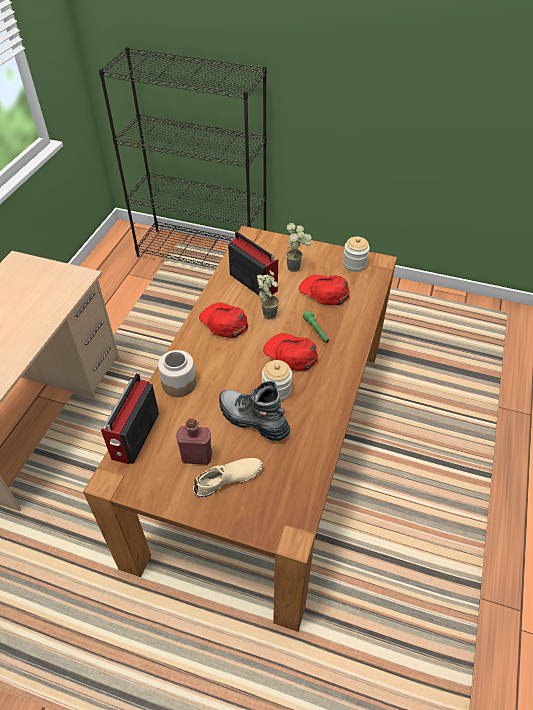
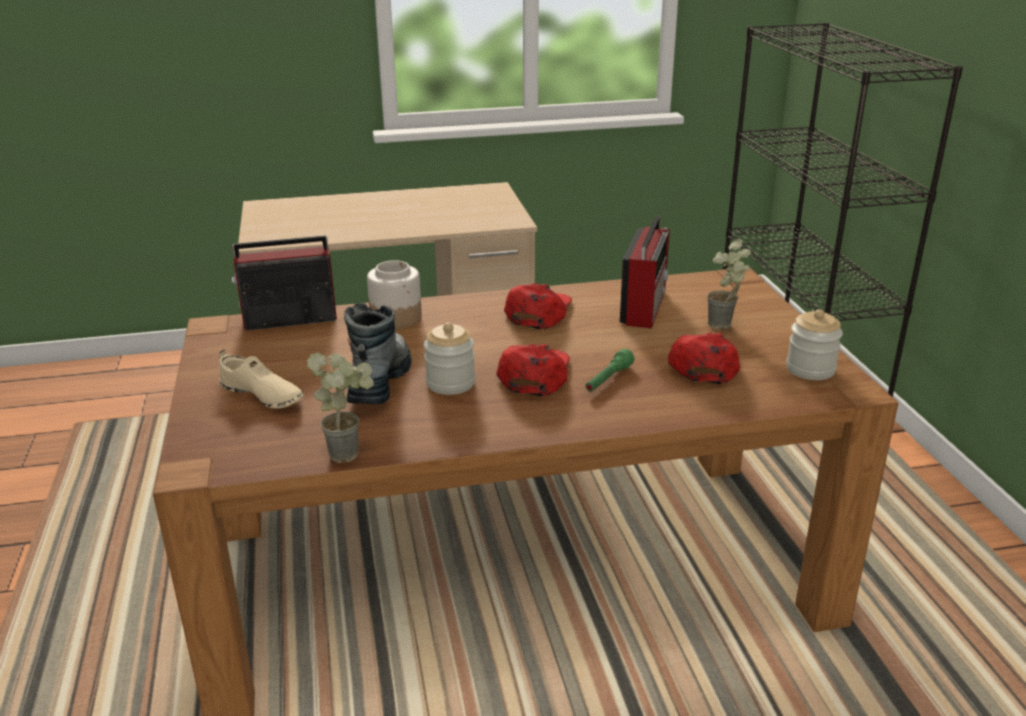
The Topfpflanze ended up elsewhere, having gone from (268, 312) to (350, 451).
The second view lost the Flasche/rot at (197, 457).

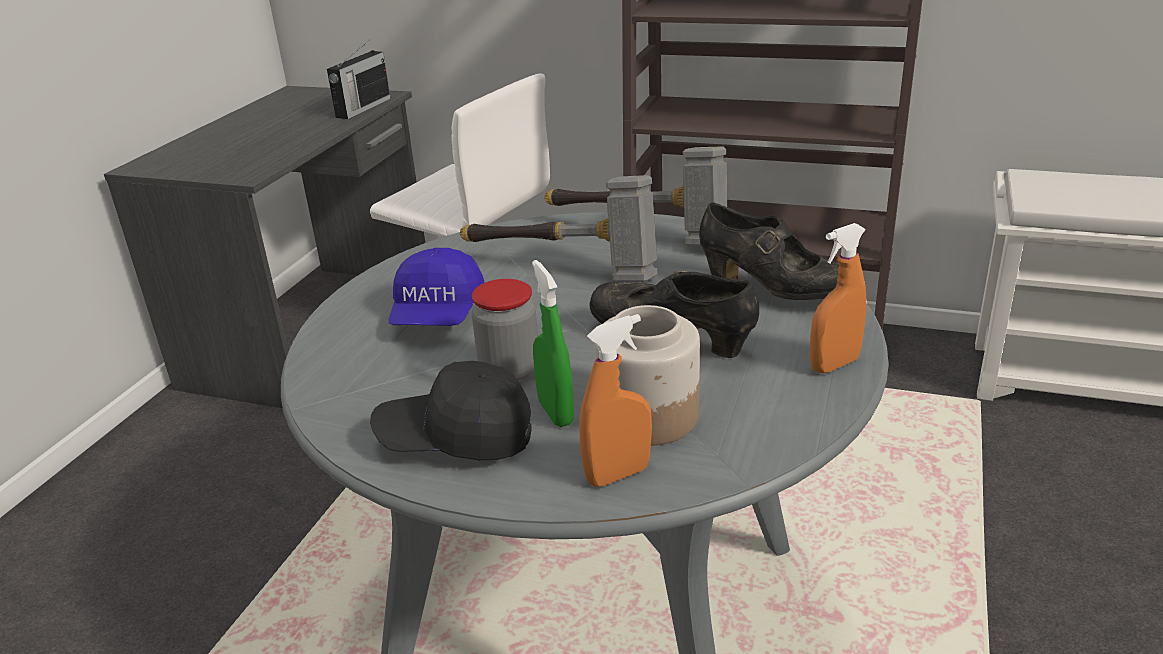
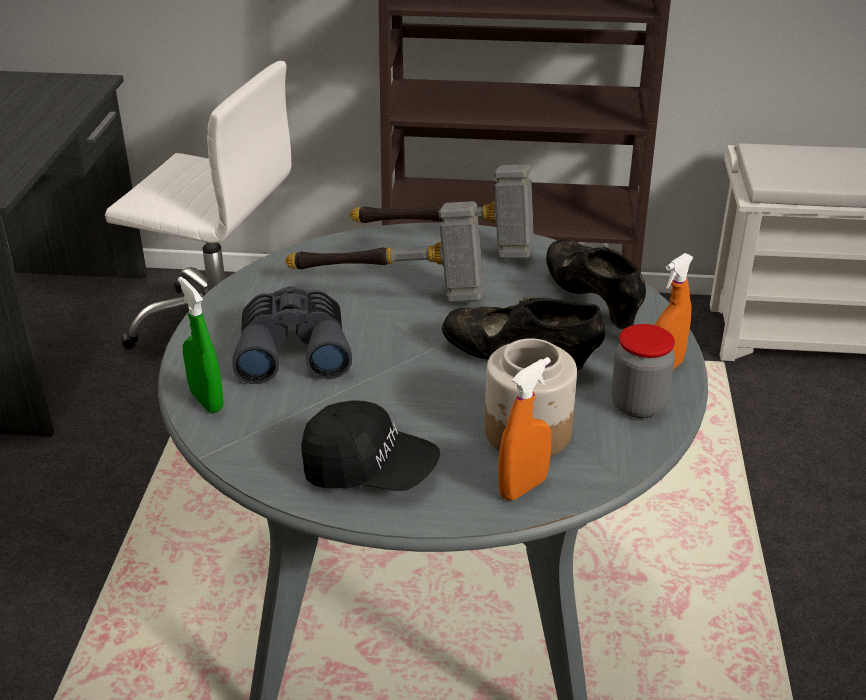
The second view lost the Radio at (362, 108).
The Schuh/schwarz at (774, 292) ended up facing another way, 135 degrees counterclockwise from before.
Where the Kappe/blau stood at (438, 316), the Fernglas/grau came to stand at (293, 349).
The Sprühflasche/grün ended up elsewhere, having gone from (555, 412) to (206, 401).
The Vorratsglas ended up elsewhere, having gone from (509, 370) to (638, 405).
The Kappe/schwarz at (456, 439) ended up facing another way, 150 degrees counterclockwise from before.

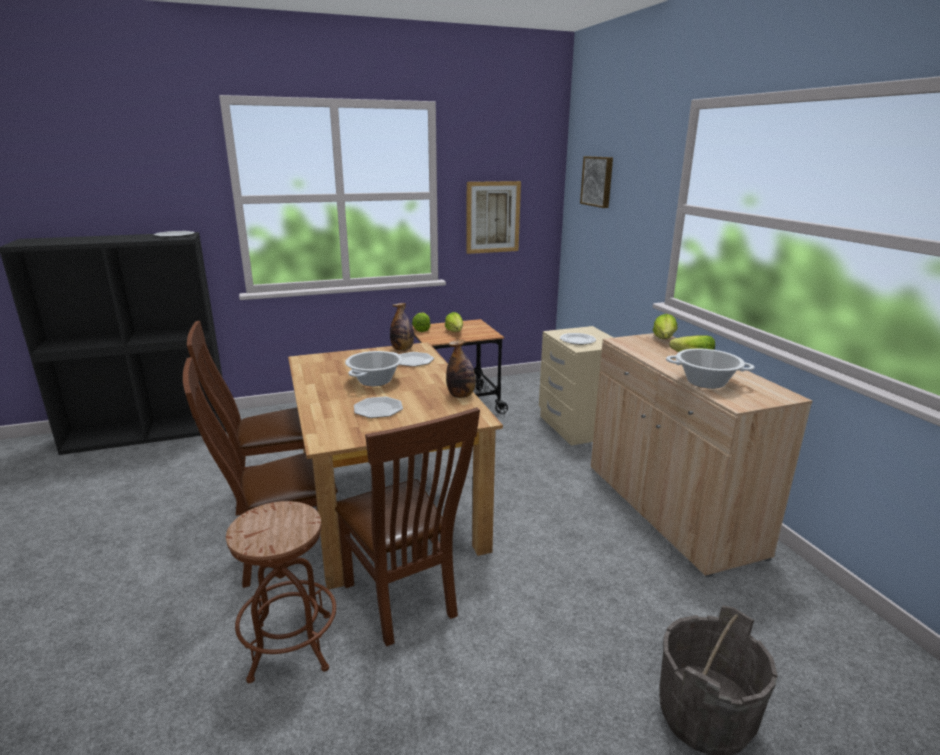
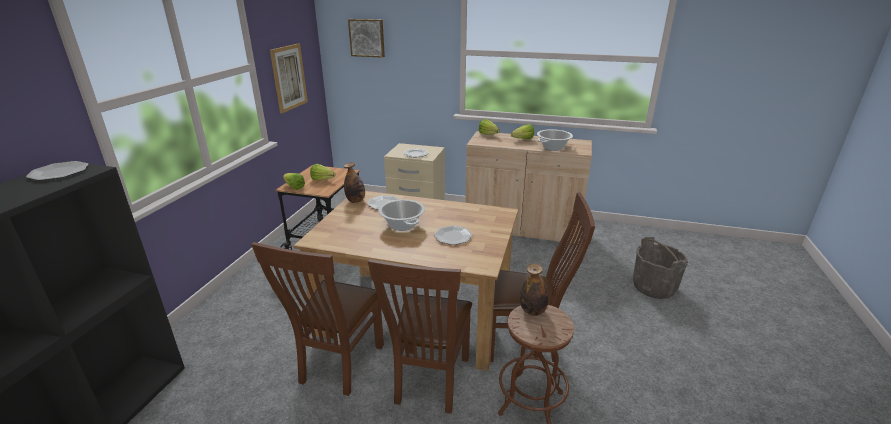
The Flasche ended up elsewhere, having gone from (461, 395) to (532, 311).

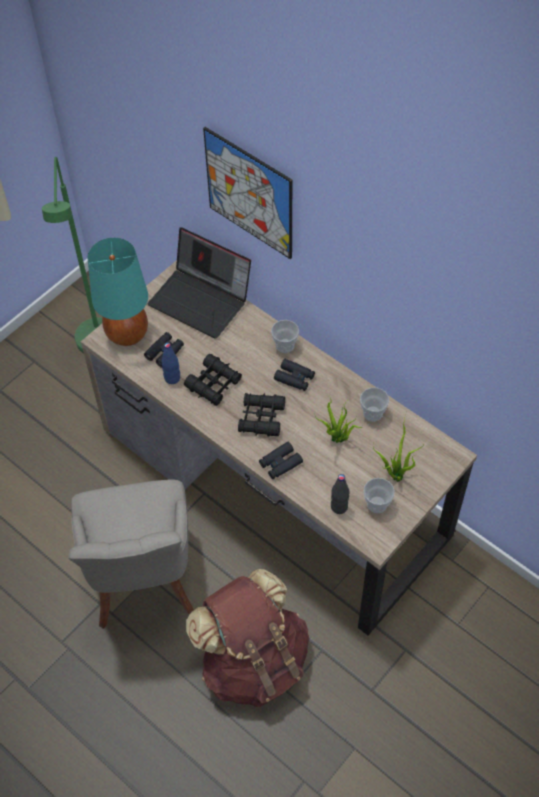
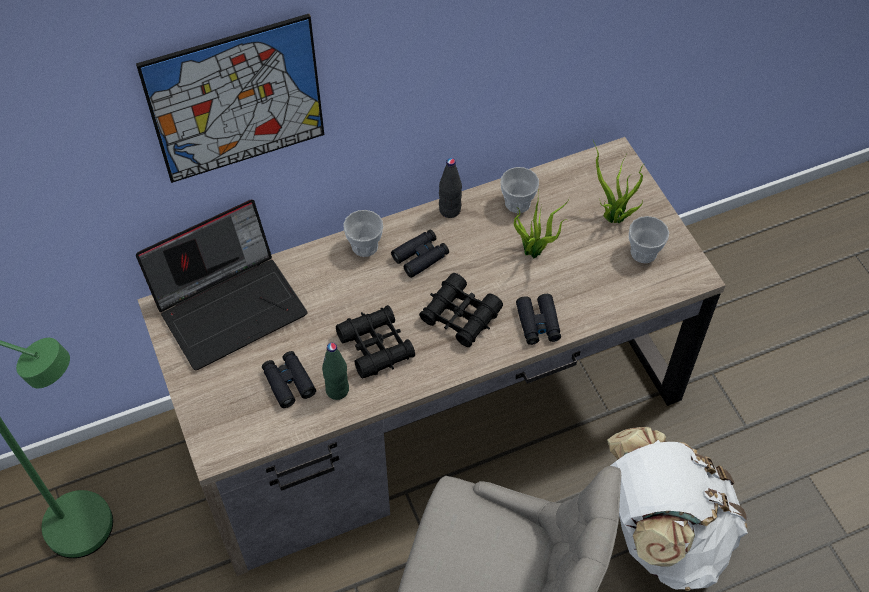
The second view lost the Tischlampe/türkis at (128, 334).
What was the Flasche/blau at (172, 378) turned into the Flasche/grün at (337, 390).
The Flasche/schwarz ended up elsewhere, having gone from (339, 507) to (450, 210).
What was the Rucksack/braun at (253, 661) turned into the Rucksack/weiß at (661, 534).

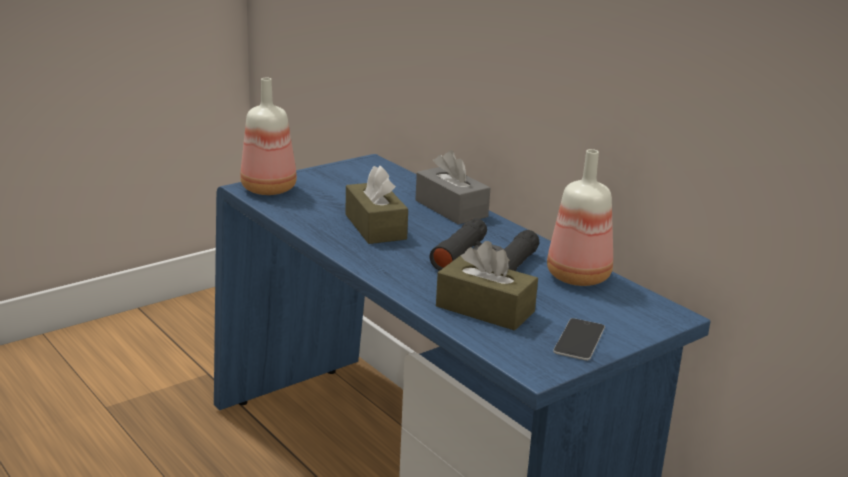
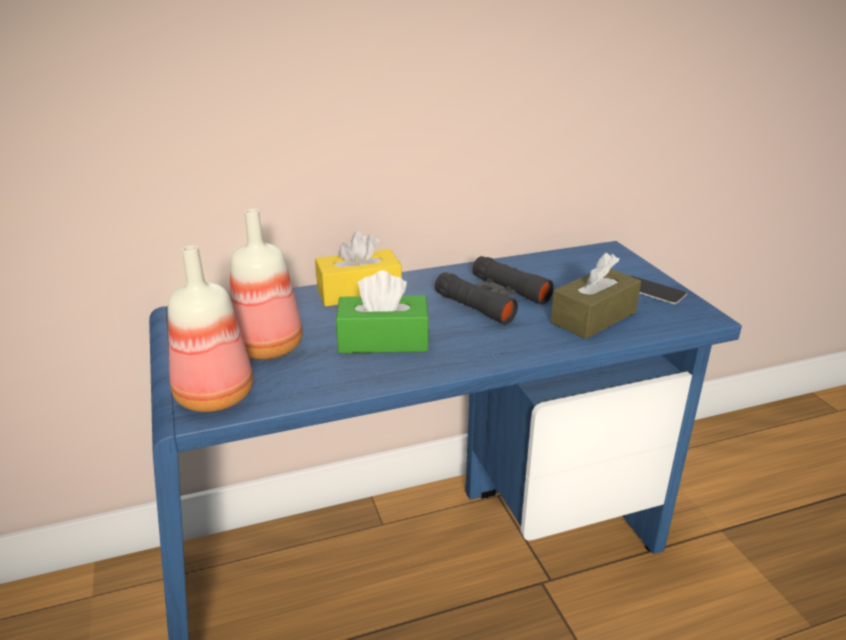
The Flasche ended up elsewhere, having gone from (578, 276) to (266, 347).
What was the Taschentuchbox/grau at (451, 208) turned into the Taschentuchbox/gelb at (359, 292).
What was the Taschentuchbox/braun at (375, 227) turned into the Taschentuchbox/grün at (383, 340).

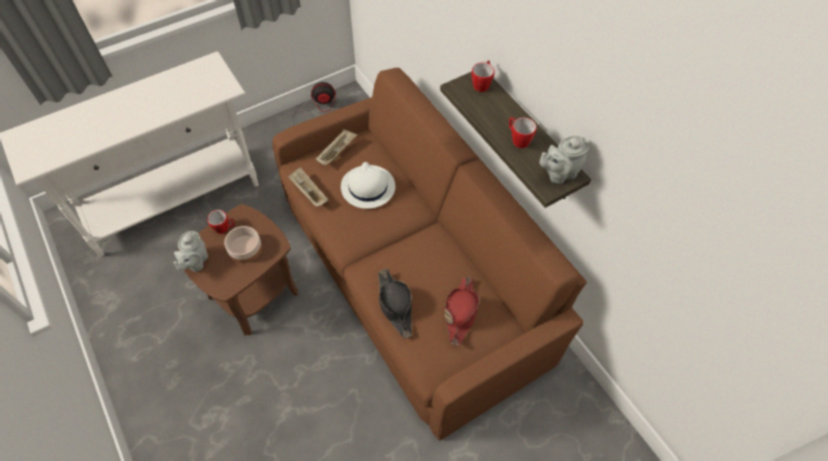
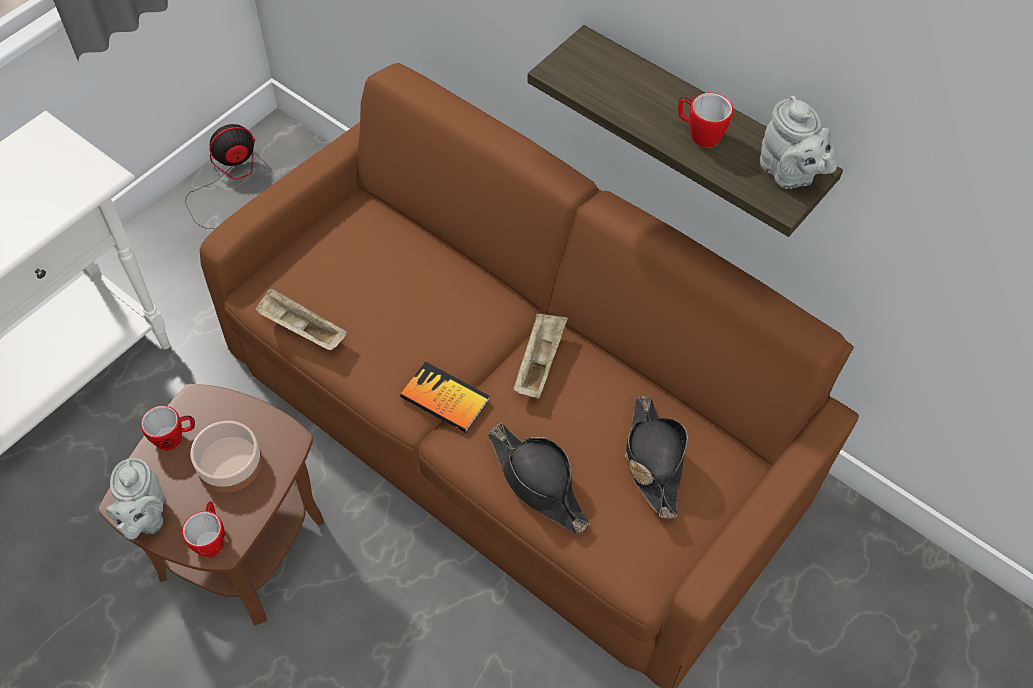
The Henkelbecher ended up elsewhere, having gone from (482, 84) to (211, 538).
The Tablett/beige ended up elsewhere, having gone from (337, 152) to (539, 362).
The Teekanne/grau at (558, 173) ended up facing another way, 75 degrees counterclockwise from before.
The second view lost the Hut/weiß at (367, 187).
What was the Hut/rot at (461, 312) turned into the Hut/schwarz at (653, 460).
The second view gained the Buch at (445, 398).

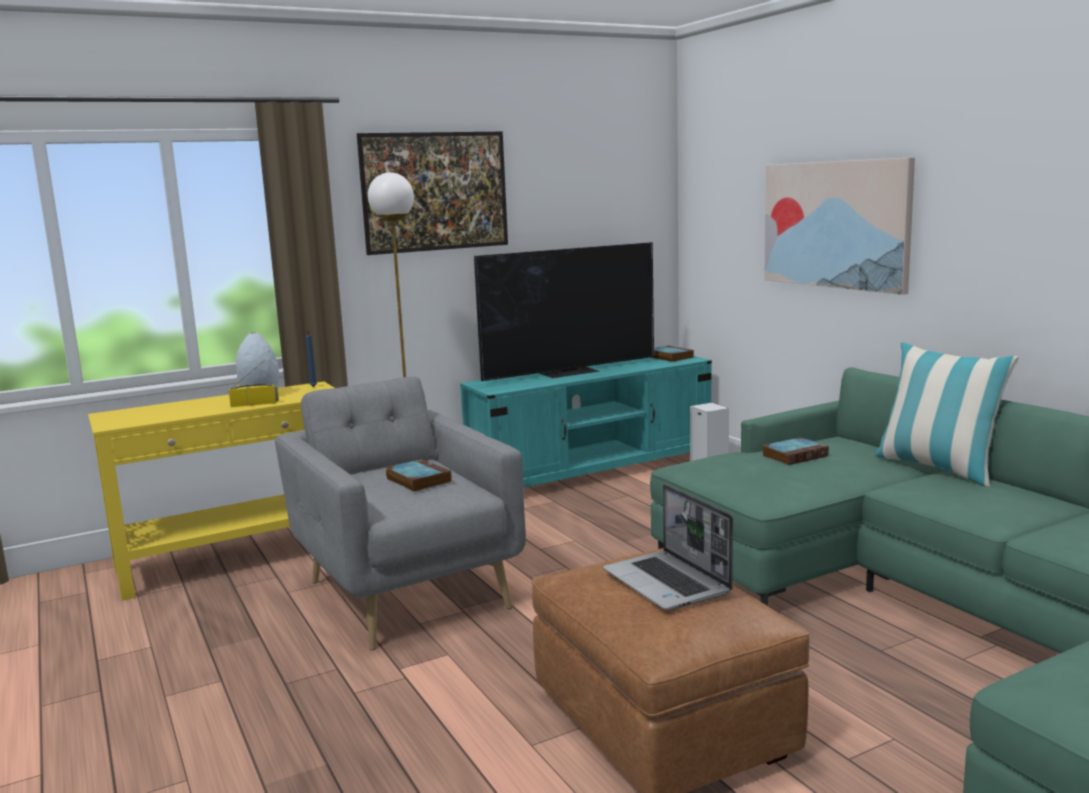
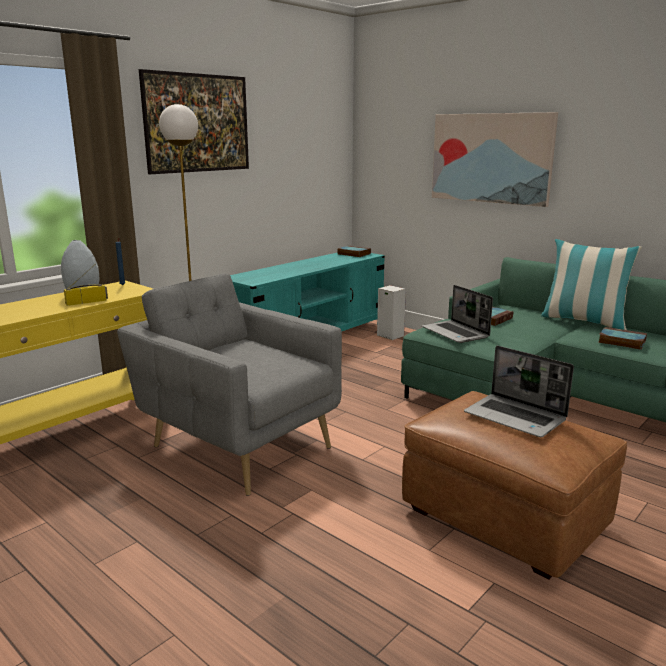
The second view lost the Fernseher at (570, 372).
The Buch ended up elsewhere, having gone from (417, 480) to (620, 341).
The second view gained the Laptop at (456, 333).

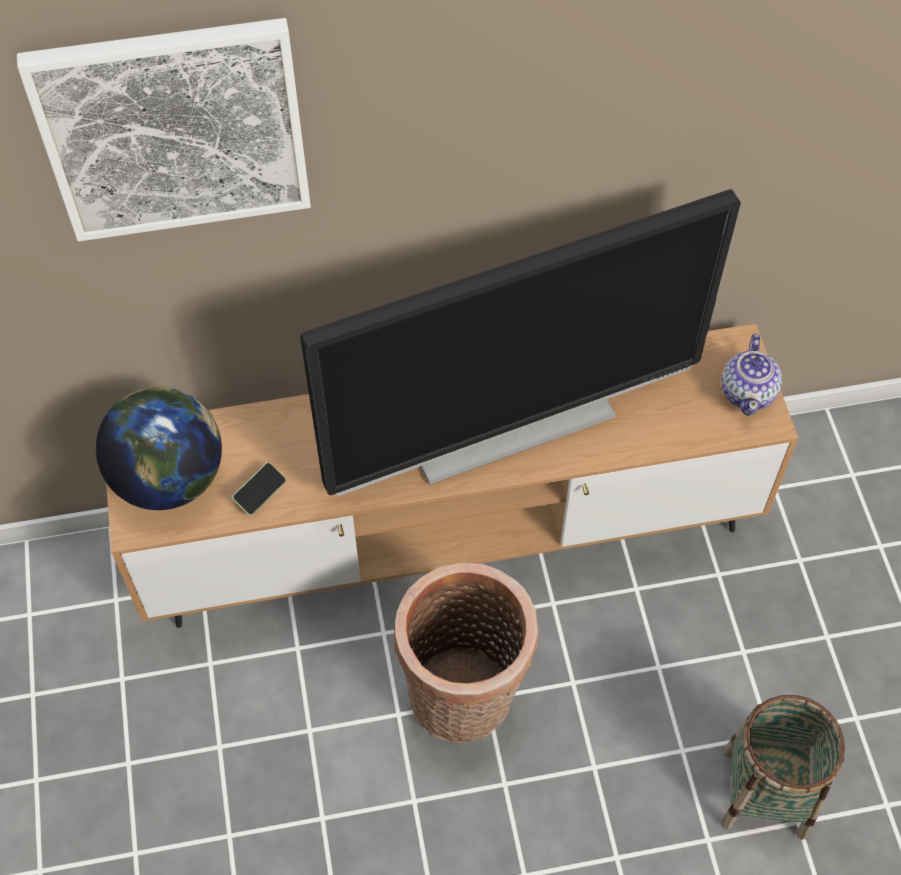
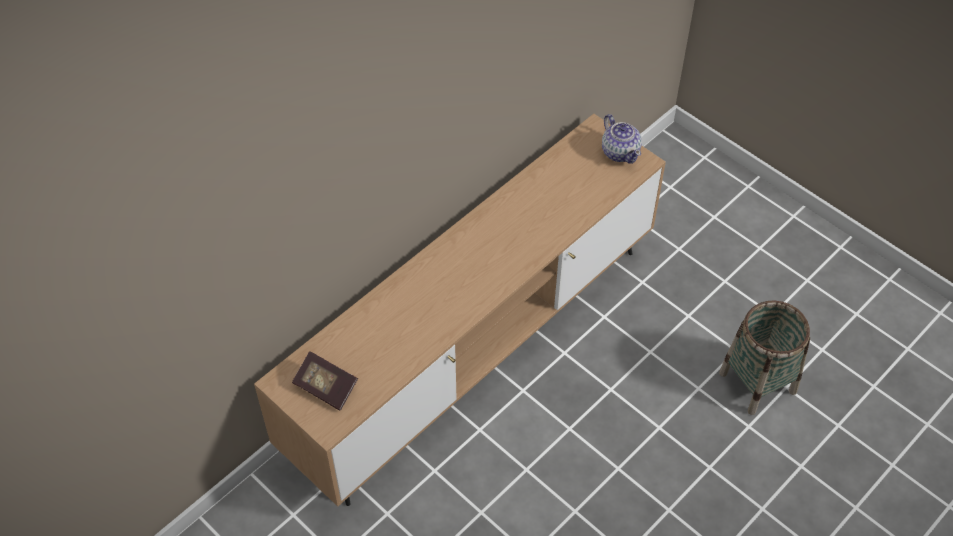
The second view lost the Bild at (174, 129).
The second view lost the Fernseher at (510, 425).
Where the Globus stood at (170, 478), the Buch came to stand at (326, 387).
The second view lost the Handy at (260, 493).
The second view lost the Korb at (464, 700).

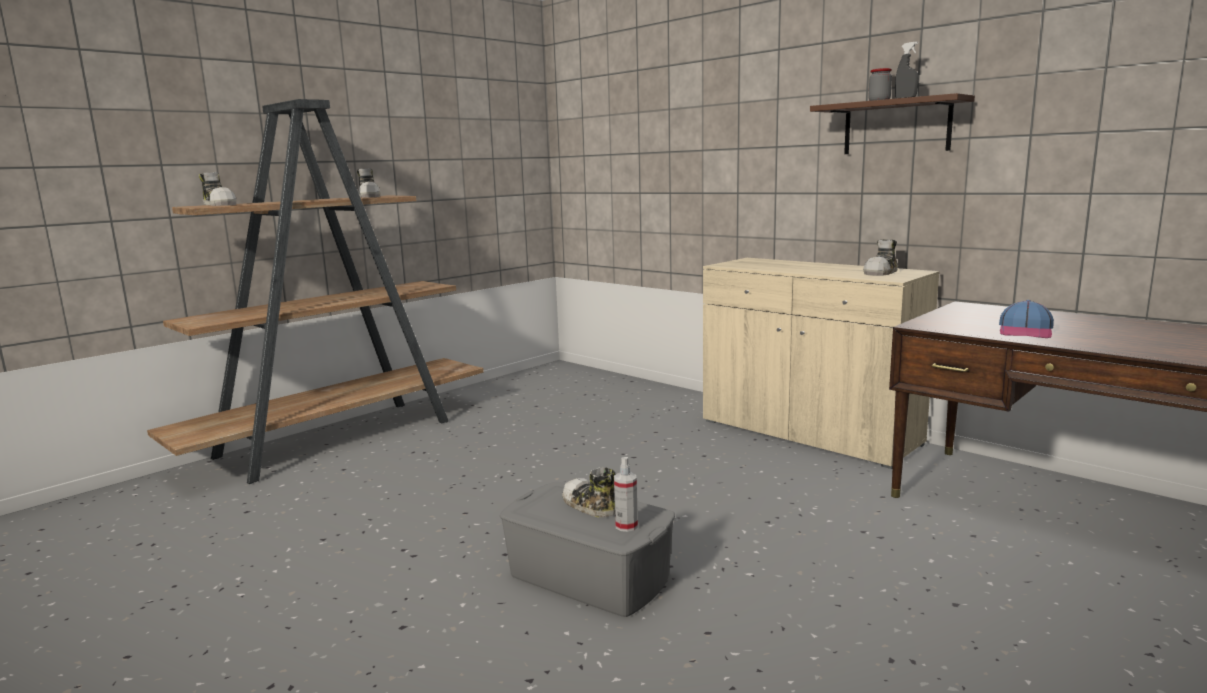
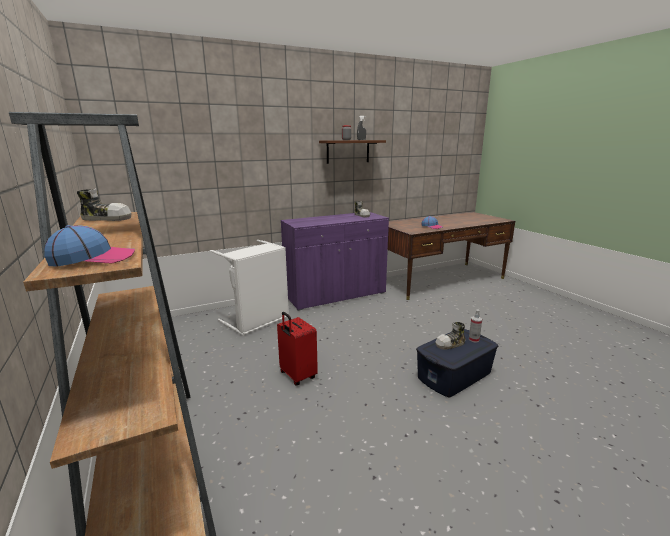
Where the Schuh stood at (220, 205), the Kappe came to stand at (93, 258).
What was the Schrank/beige at (808, 433) turned into the Schrank/lila at (335, 295).
What was the Aufbewahrungsbox/grau at (589, 577) turned into the Aufbewahrungsbox/blau at (455, 375).
The second view gained the Wäschekorb/weiß at (258, 321).
The second view gained the Koffer/rot at (297, 376).

